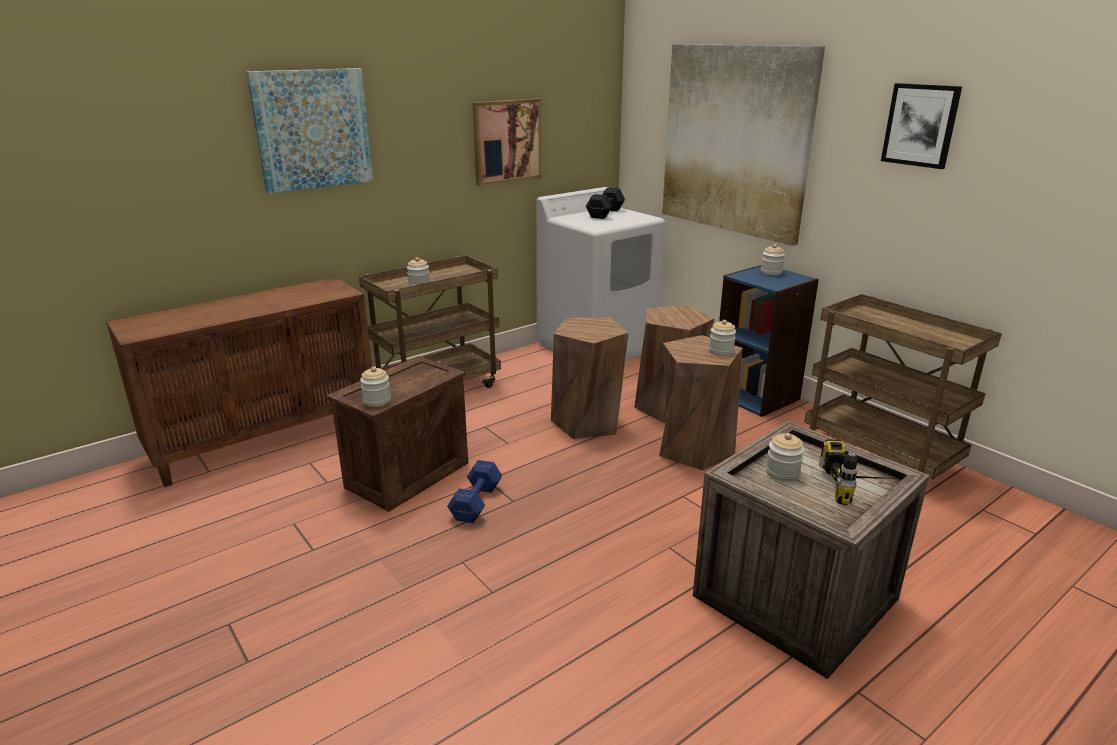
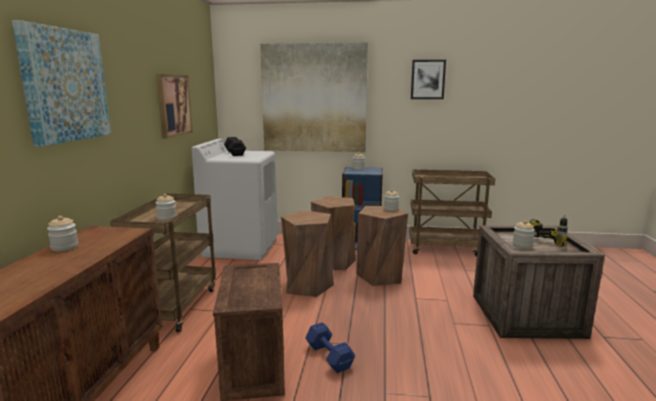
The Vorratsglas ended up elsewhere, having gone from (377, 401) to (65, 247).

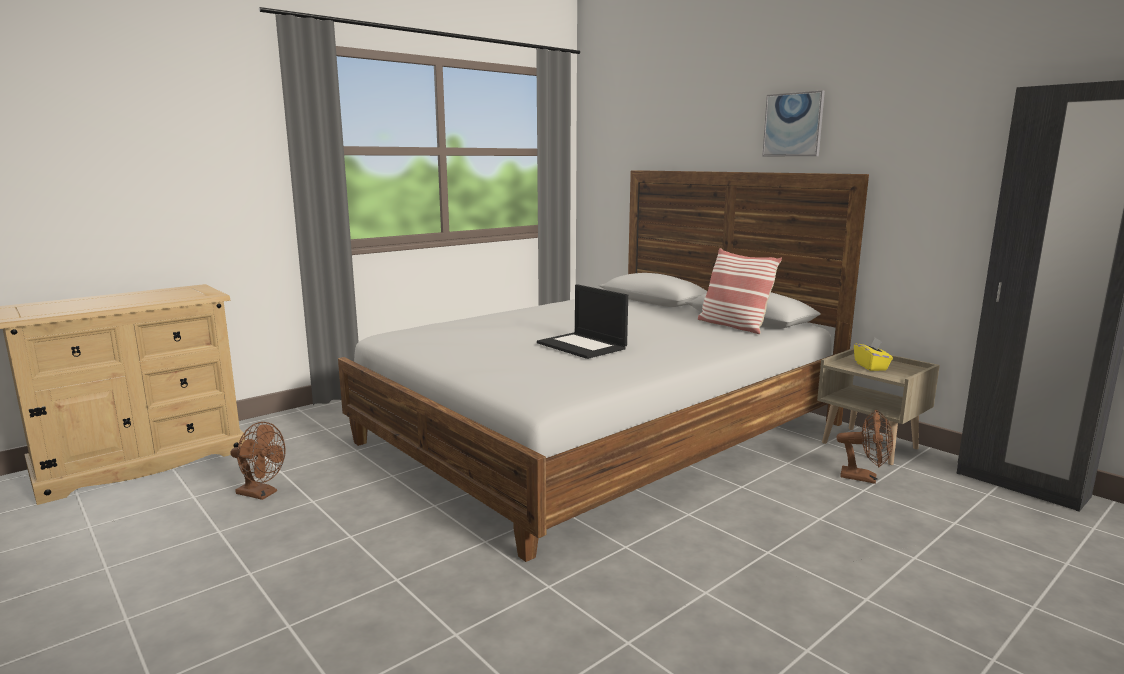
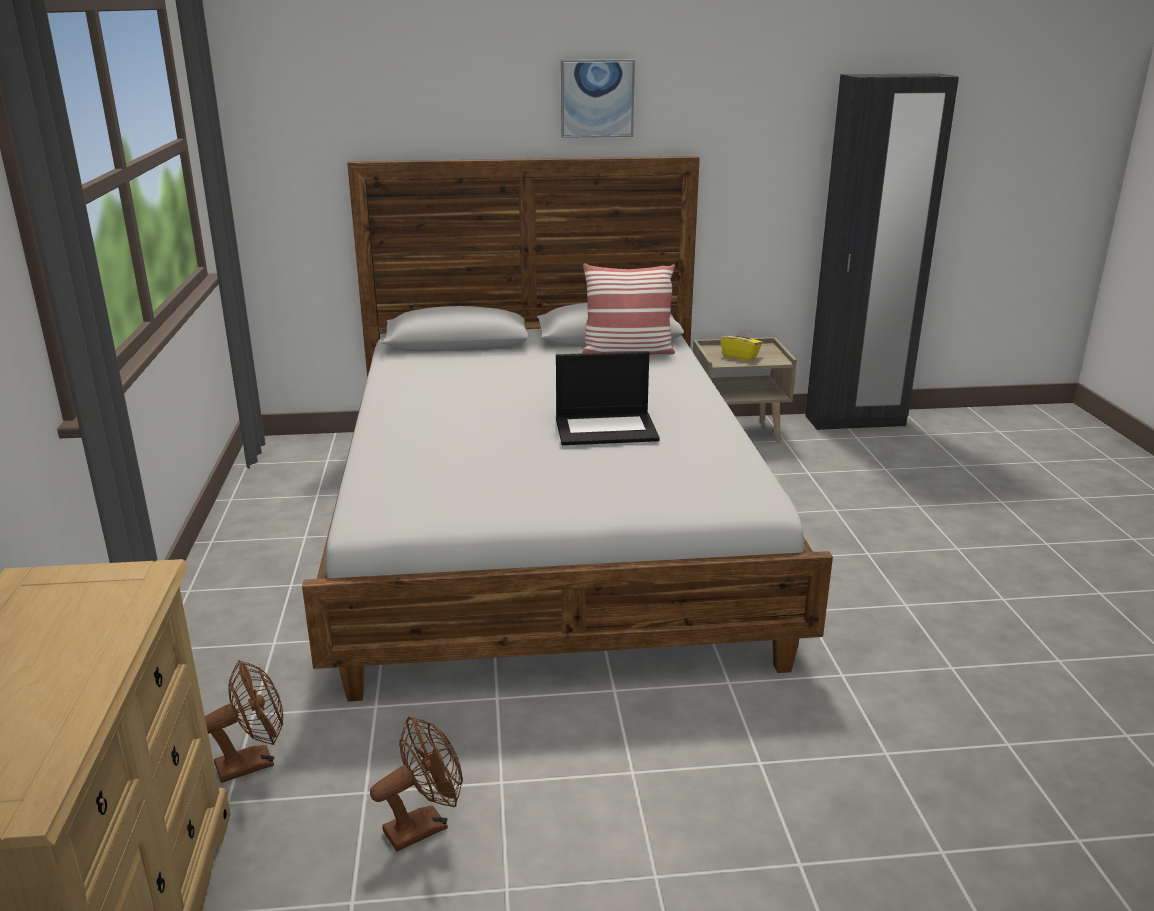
The Ventilator/braun ended up elsewhere, having gone from (864, 478) to (254, 762).

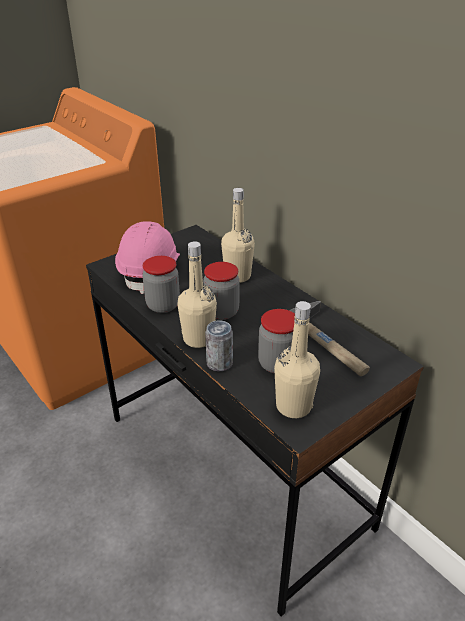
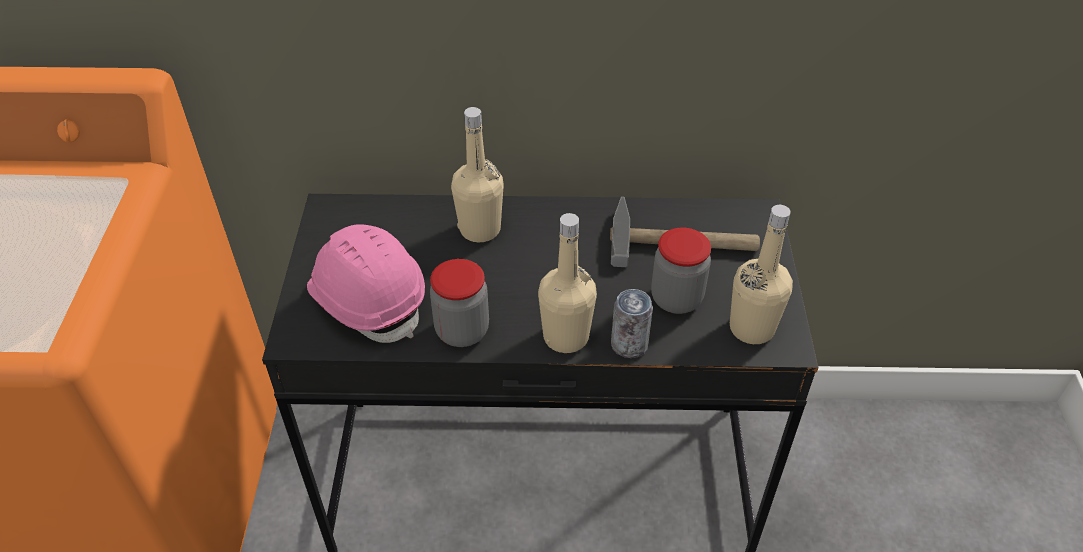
The second view lost the Vorratsglas at (221, 312).

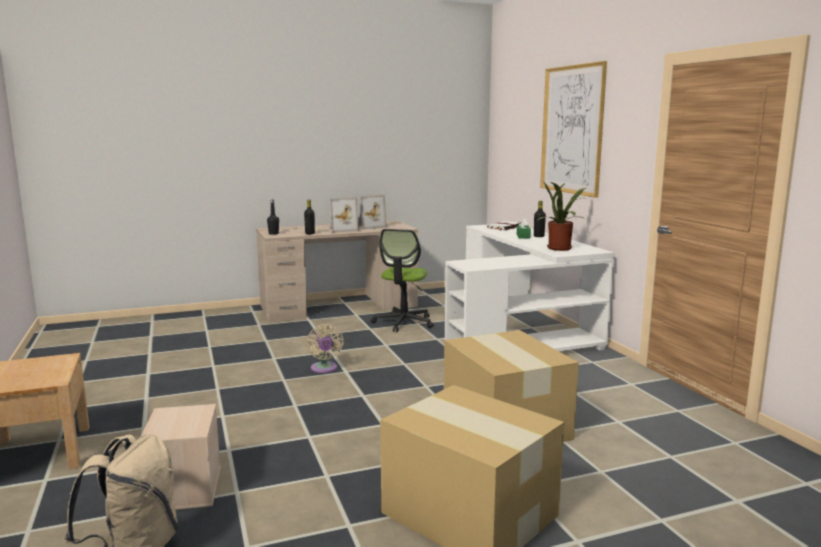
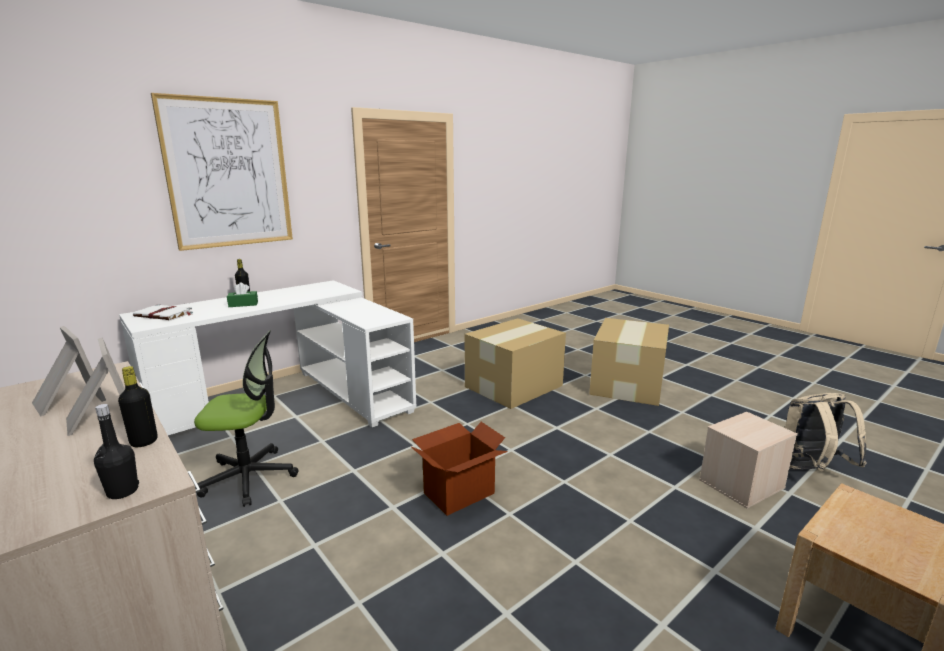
The second view lost the Topfpflanze at (561, 249).
Where the Ventilator/beige stood at (324, 369), the Karton came to stand at (458, 493).

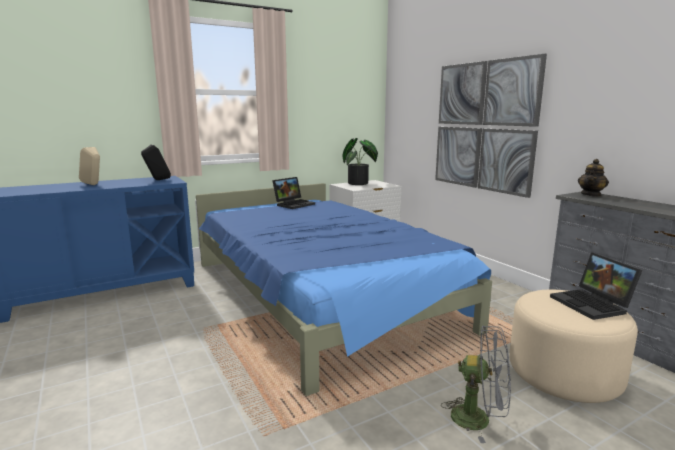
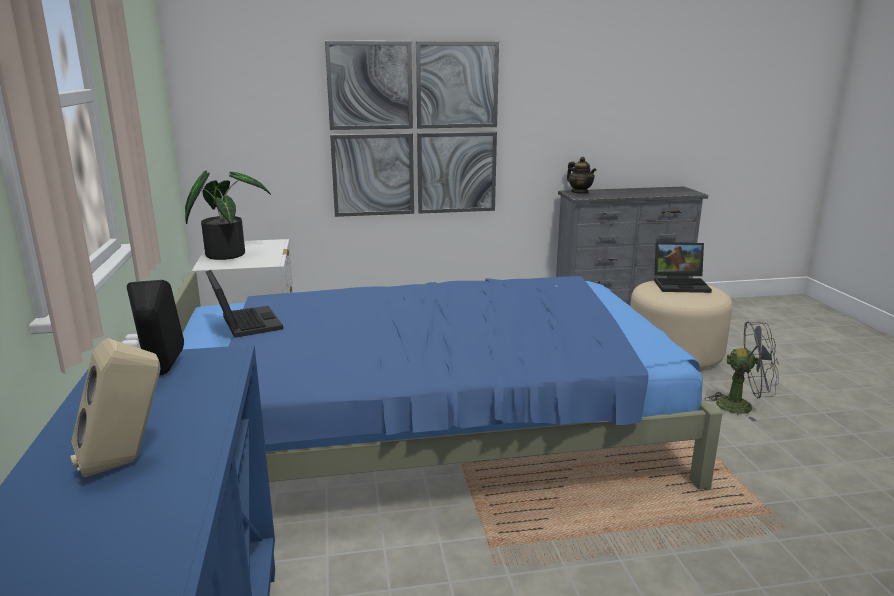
The Ventilator/grau at (479, 419) ended up facing another way, 60 degrees clockwise from before.

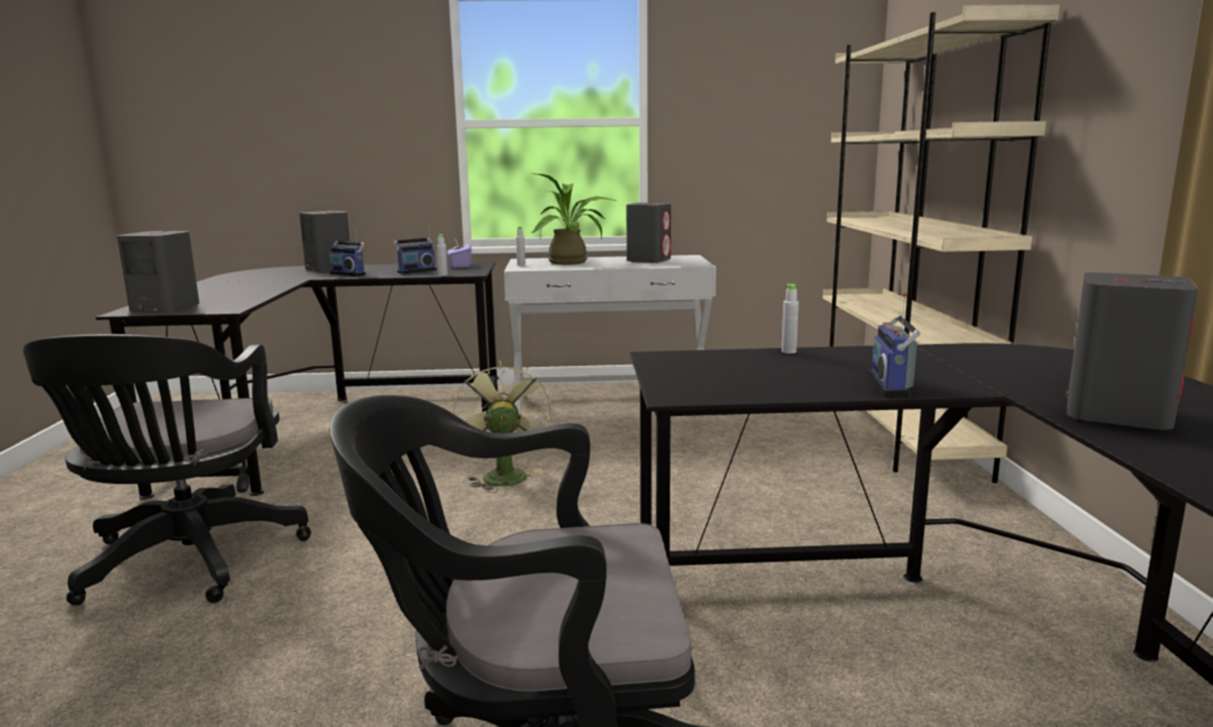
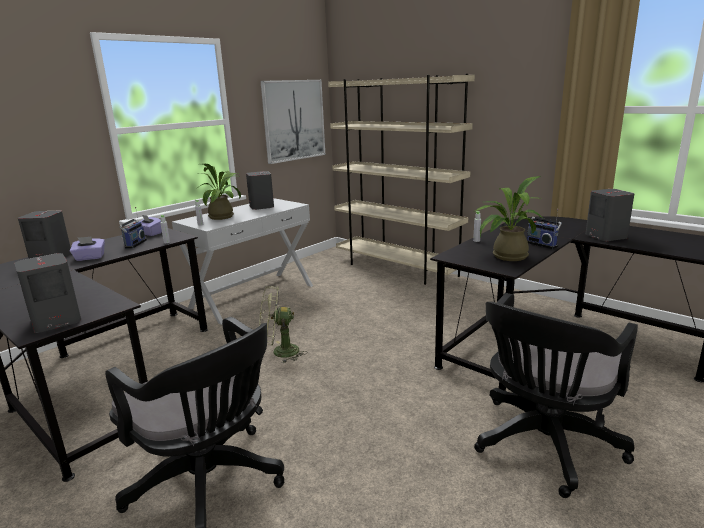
Where the Radio stood at (349, 274), the Taschentuchbox/lila came to stand at (90, 258).
The Ventilator/grün at (503, 475) ended up facing another way, 45 degrees counterclockwise from before.
The second view gained the Bild at (294, 120).
The second view gained the Topfpflanze at (505, 256).

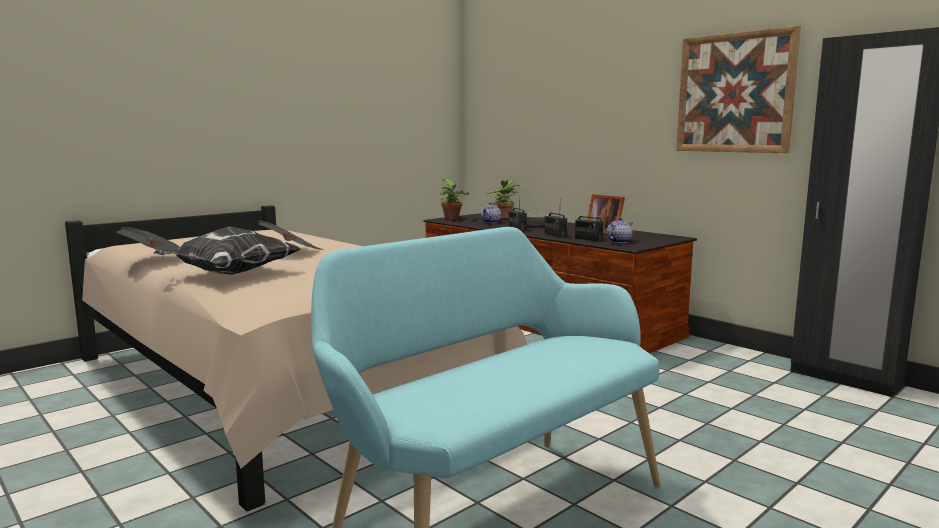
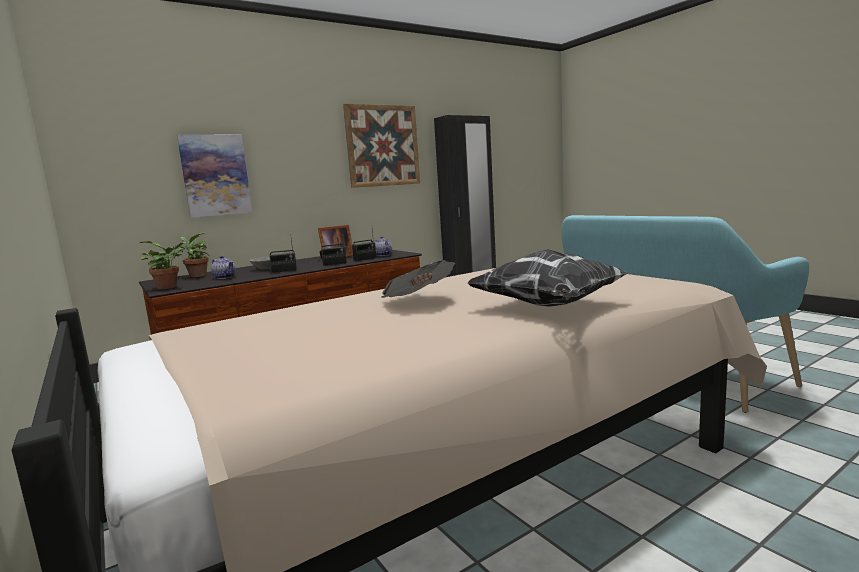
The second view lost the Zeitung at (157, 259).
The second view gained the Bild at (215, 175).

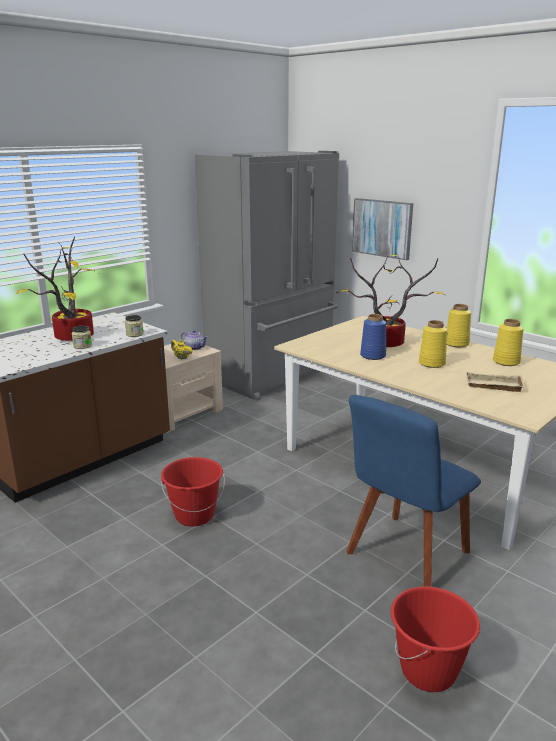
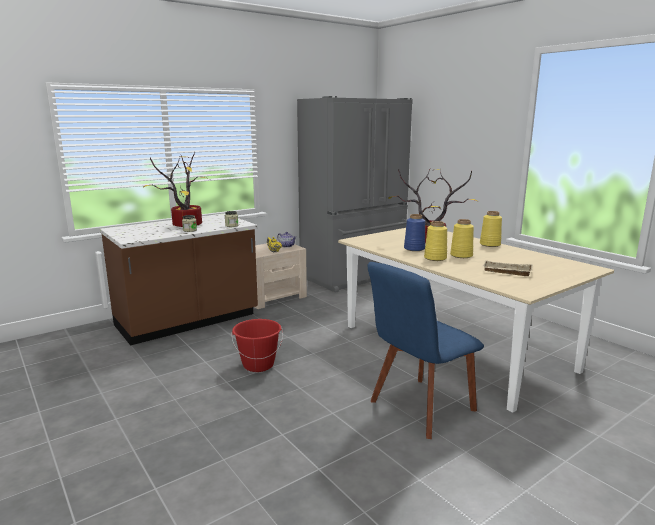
The second view lost the Bild at (382, 228).
The Vase/gelb ended up elsewhere, having gone from (506, 362) to (435, 258).
The second view lost the Eimer/rot at (428, 671).

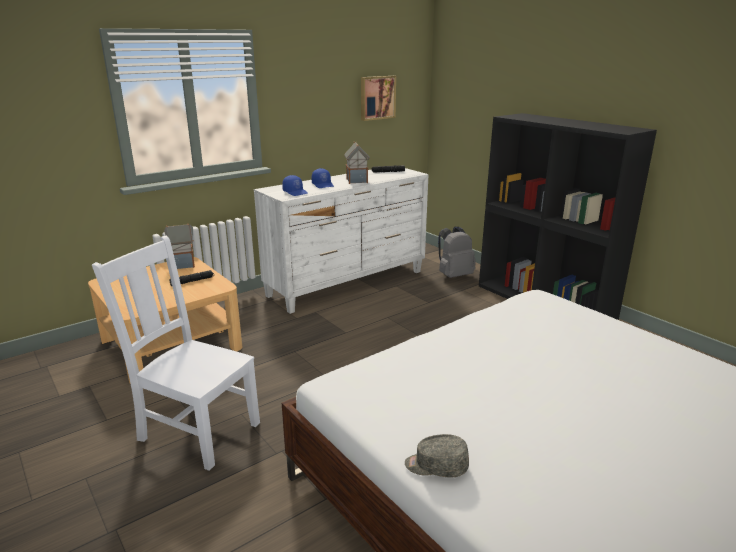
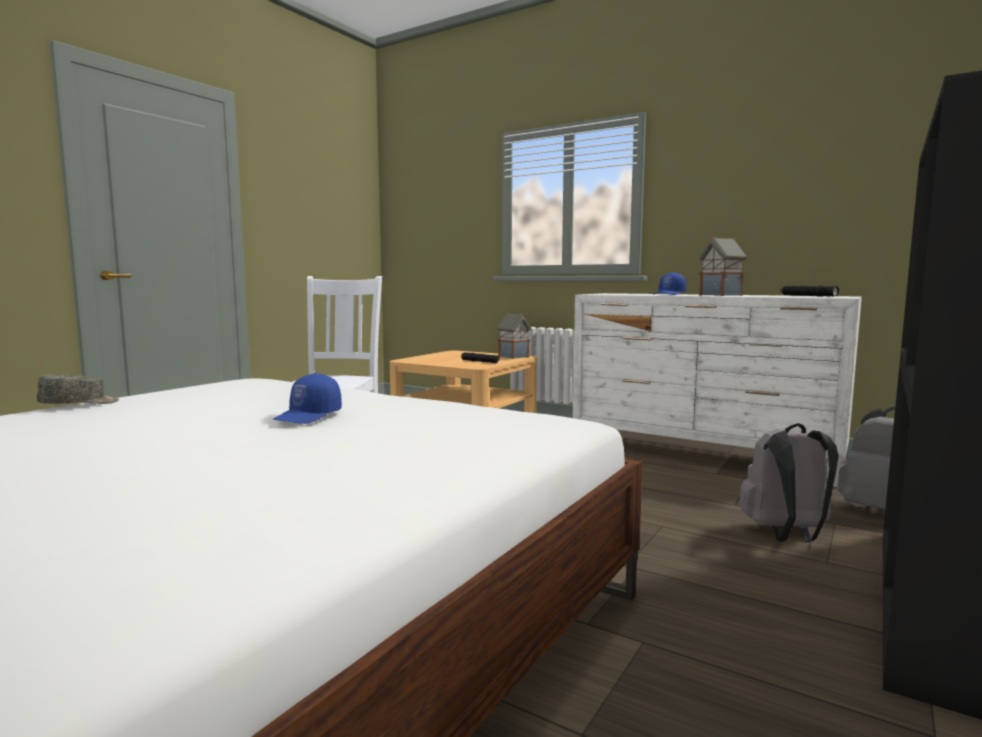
The second view lost the Bild at (377, 97).
The Kappe/blau ended up elsewhere, having gone from (295, 192) to (309, 416).
The Kappe/grau at (436, 466) ended up facing another way, 60 degrees clockwise from before.
The second view gained the Rucksack/grau at (786, 535).

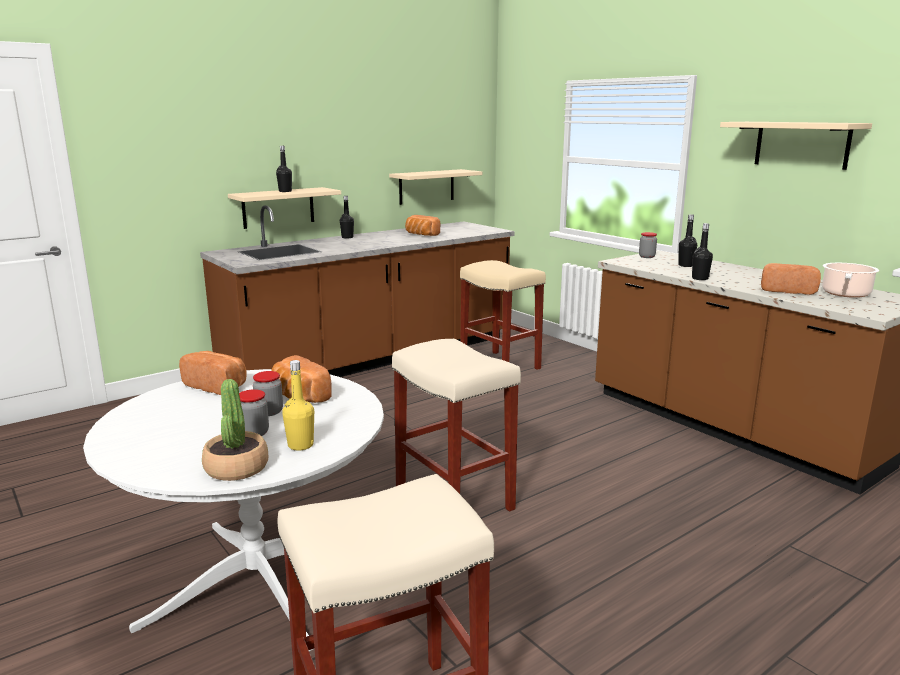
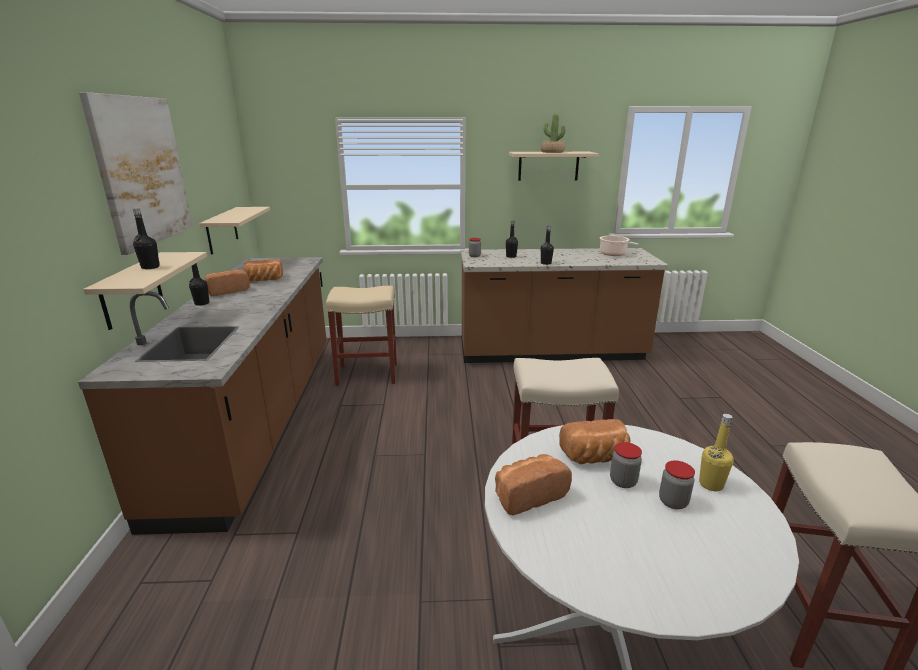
The Brot ended up elsewhere, having gone from (787, 290) to (228, 291).
The Topfpflanze ended up elsewhere, having gone from (236, 468) to (552, 152).
The second view gained the Bild at (142, 171).

